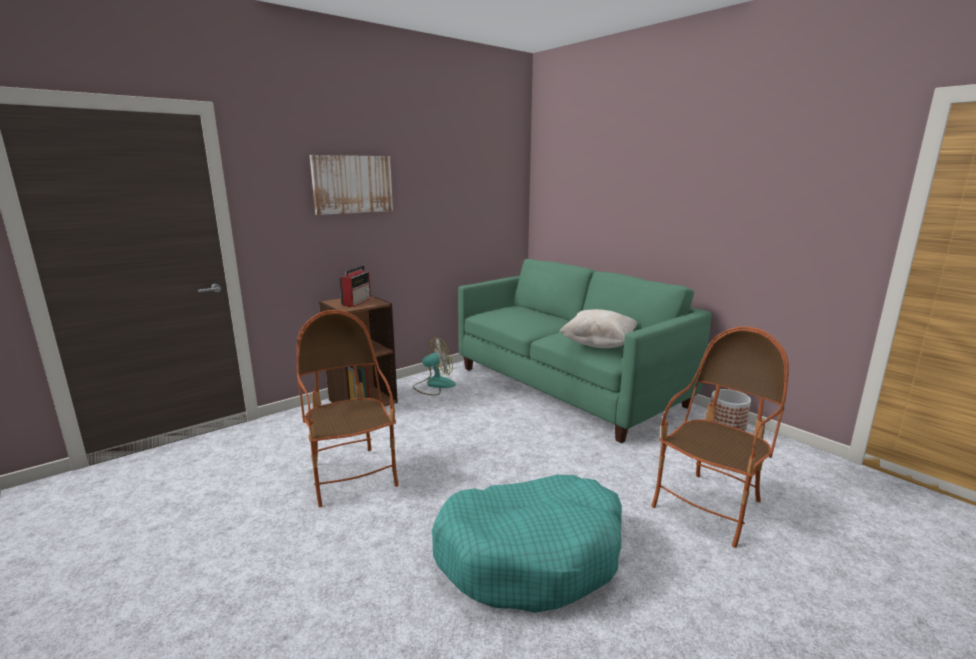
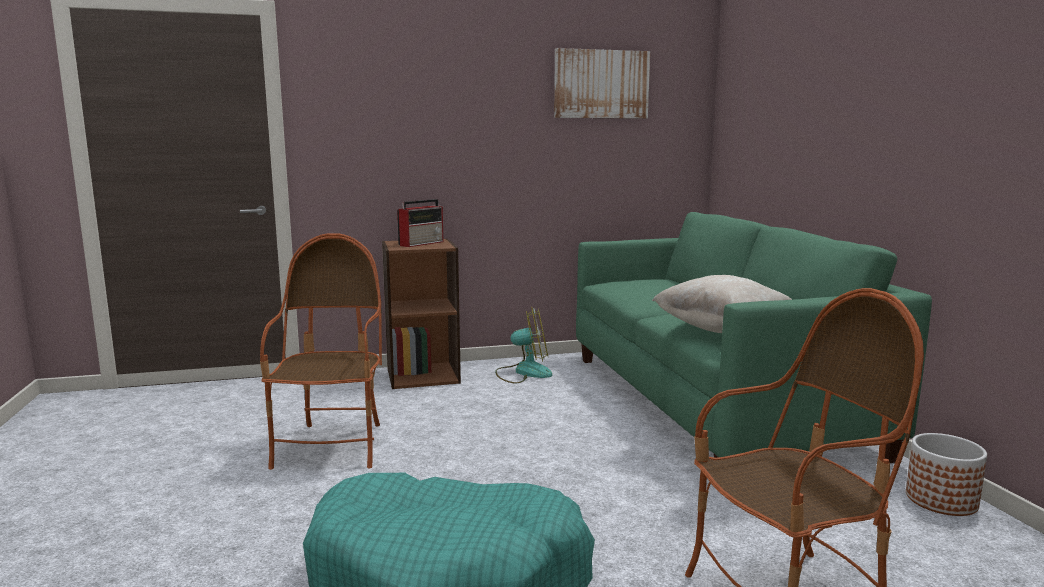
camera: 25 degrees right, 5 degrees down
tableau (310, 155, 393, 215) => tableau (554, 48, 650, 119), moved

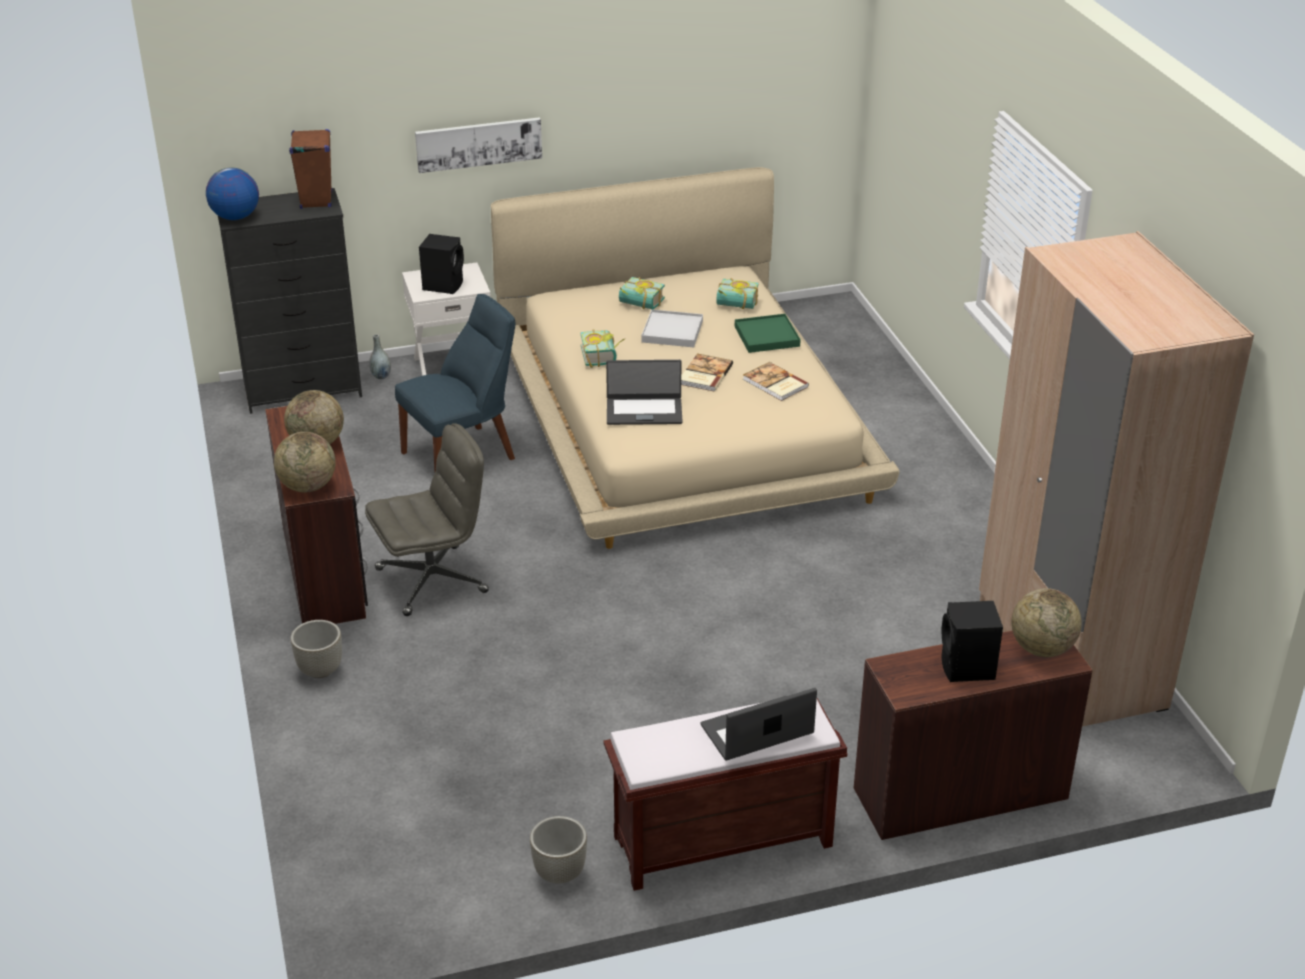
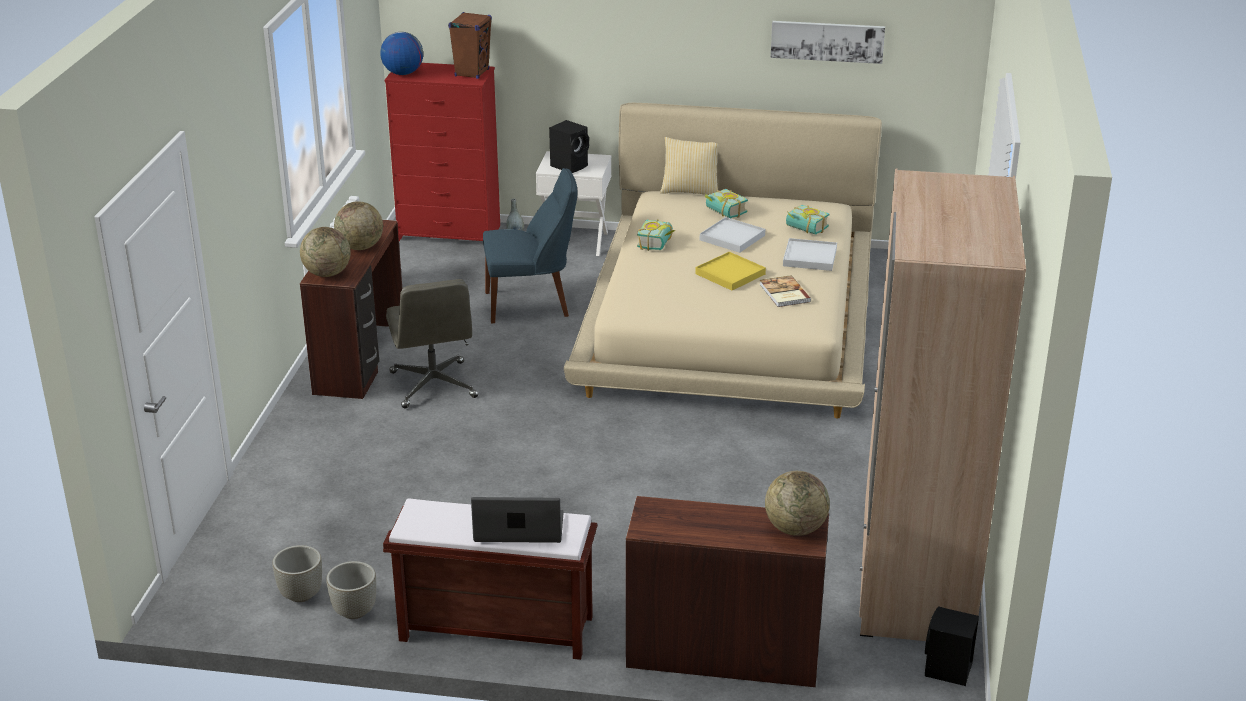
camera: 25 degrees right, 5 degrees down
ordinateur portable (606, 360, 683, 425) => nothing
nothing => coussin (660, 137, 718, 195)
cache-pot [gris] (290, 620, 342, 678) => cache-pot [gris] (272, 545, 322, 602), moved
tableau (415, 117, 542, 173) => tableau (771, 21, 885, 64), moved
enceinte [noir] (942, 601, 1003, 682) => enceinte [noir] (925, 606, 979, 686), moved
livre (681, 353, 733, 391) => plateau [jaune] (695, 252, 766, 291)
commode [noir] (218, 188, 362, 414) => commode [rouge] (385, 63, 500, 241)
plateau [vert] (735, 314, 801, 353) => plateau [blanc] (783, 238, 837, 271)
chaise de bureau [gris] (365, 423, 489, 616) => chaise de bureau [gris] (386, 279, 478, 408), 75 degrees clockwise

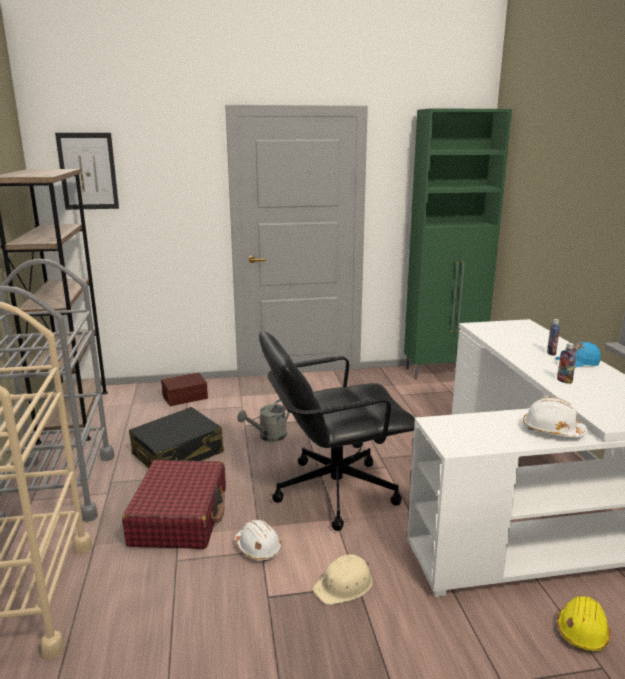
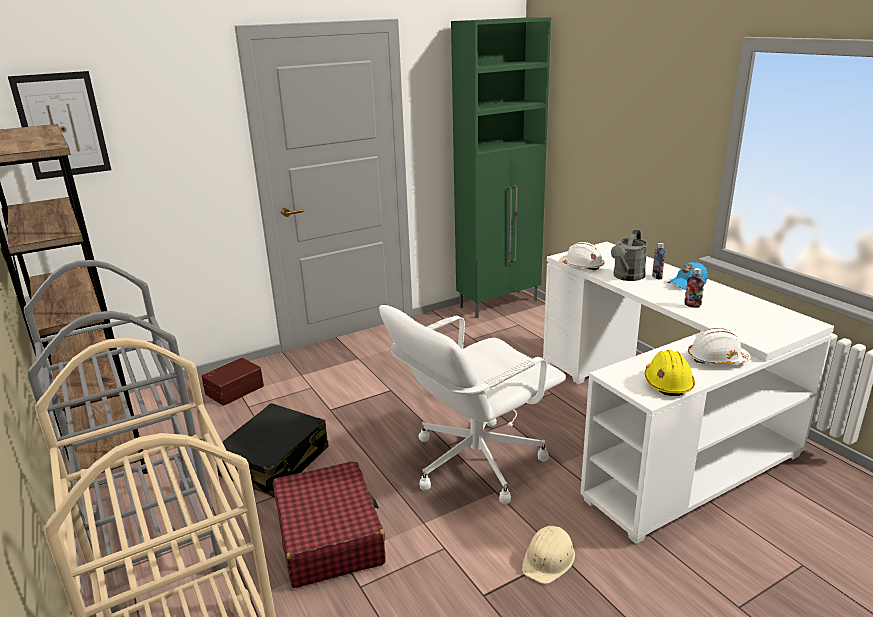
camera: 20 degrees left, 5 degrees up
casque de chantier [blanc] (235, 519, 282, 561) => casque de chantier [blanc] (559, 242, 604, 270), moved
arrosoir [gris] (237, 399, 290, 442) => arrosoir [gris] (611, 230, 647, 281), moved
casque de chantier [jaune] (558, 596, 611, 651) => casque de chantier [jaune] (645, 350, 695, 396), moved
chaise de bureau [noir] (259, 331, 415, 531) => chaise de bureau [blanc] (379, 305, 566, 504)

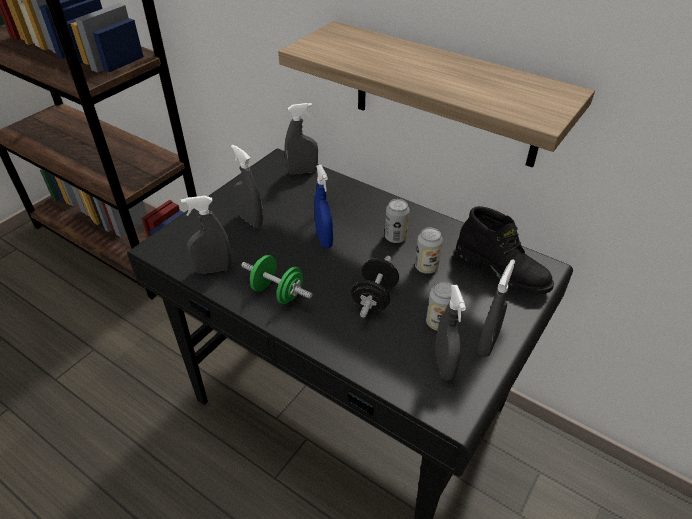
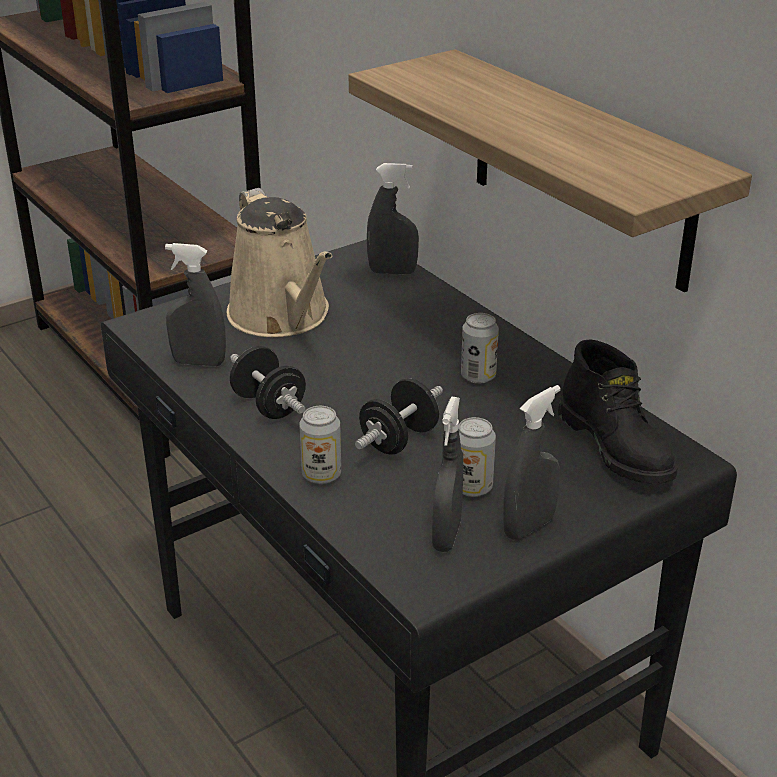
camera: 20 degrees right, 10 degrees down
vaporisateur [bleu] (314, 165, 333, 248) => nothing
boîte métallique (415, 228, 443, 274) => boîte métallique (299, 406, 341, 484), moved
vaporisateur [gris] (231, 144, 263, 228) => arrosoir [beige] (227, 188, 332, 337)
haltère [vert] (241, 255, 313, 304) => haltère [noir] (230, 346, 306, 419)

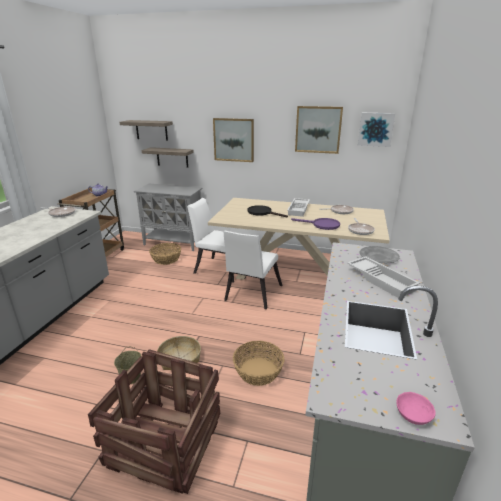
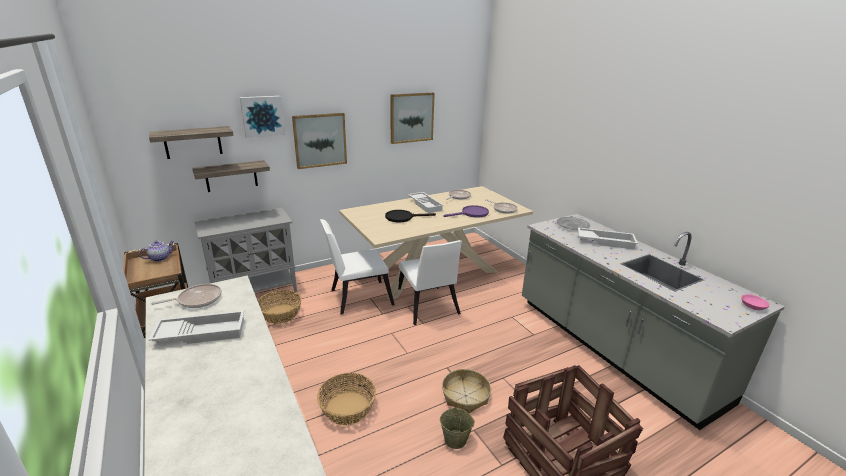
camera: 45 degrees left, 0 degrees up
nothing => plateau [blanc] (149, 310, 244, 344)
panier (233, 341, 285, 386) => panier (317, 373, 376, 425), moved
tableau (358, 113, 395, 147) => tableau (240, 96, 285, 138), moved

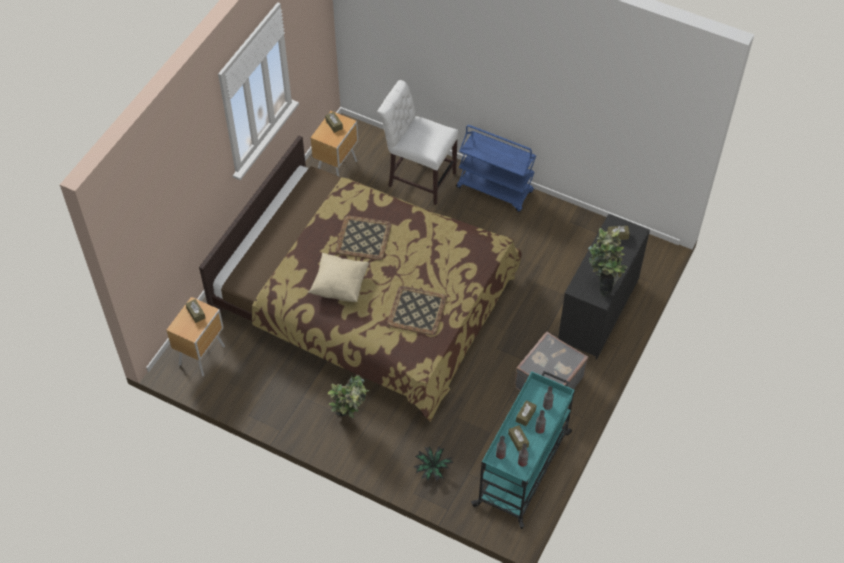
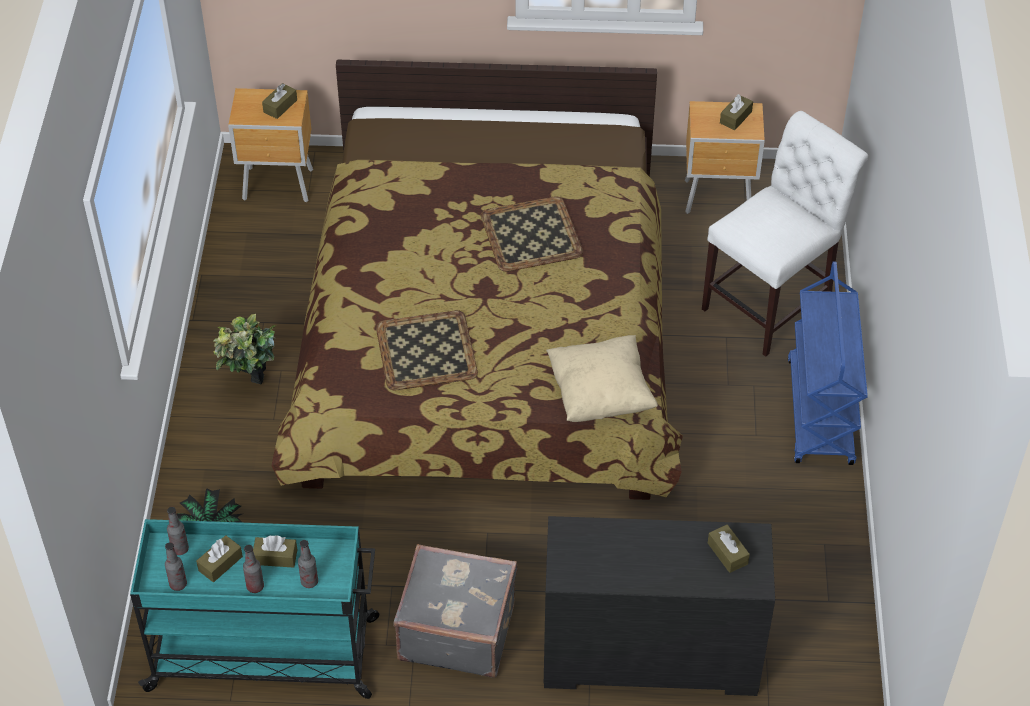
camera: 65 degrees right, 5 degrees down
plante en pot (588, 228, 627, 296) => nothing
coussin [beige] (308, 253, 369, 302) => coussin [beige] (546, 335, 658, 422), moved
chaise [blanc] (378, 80, 459, 205) => chaise [blanc] (702, 111, 868, 357), 45 degrees clockwise

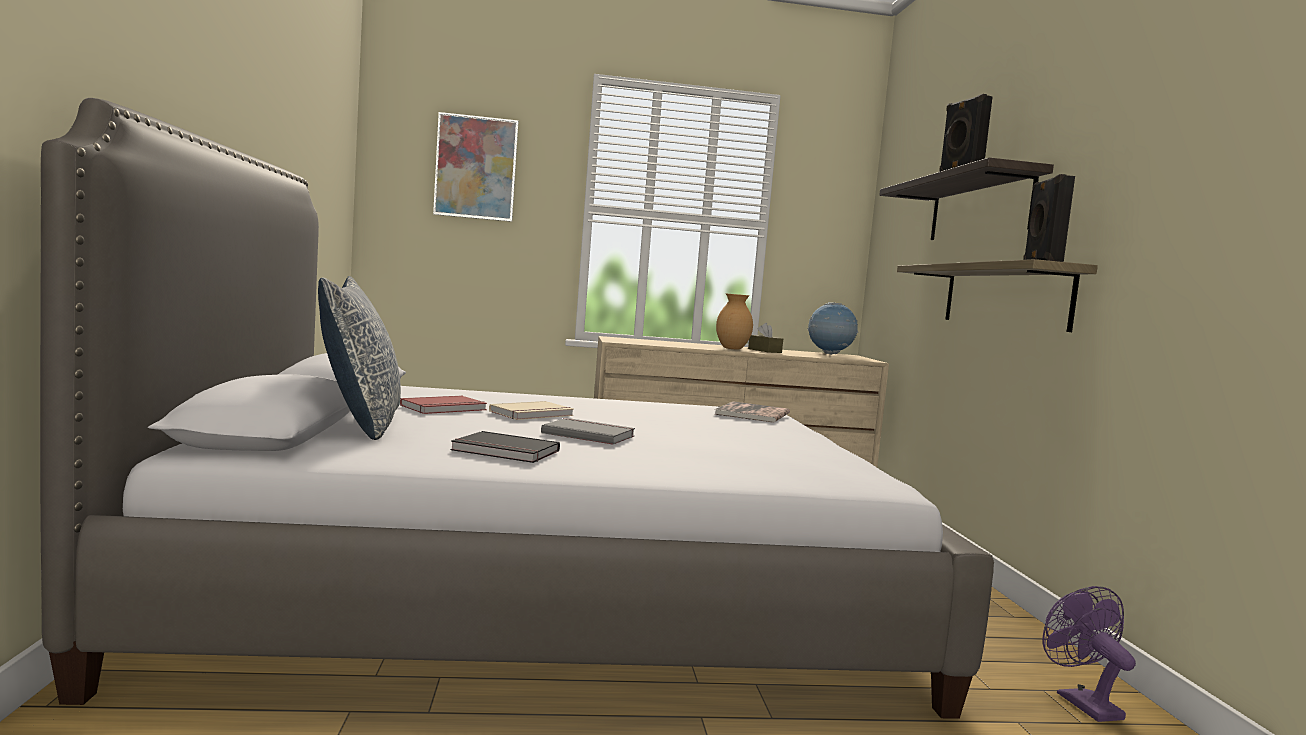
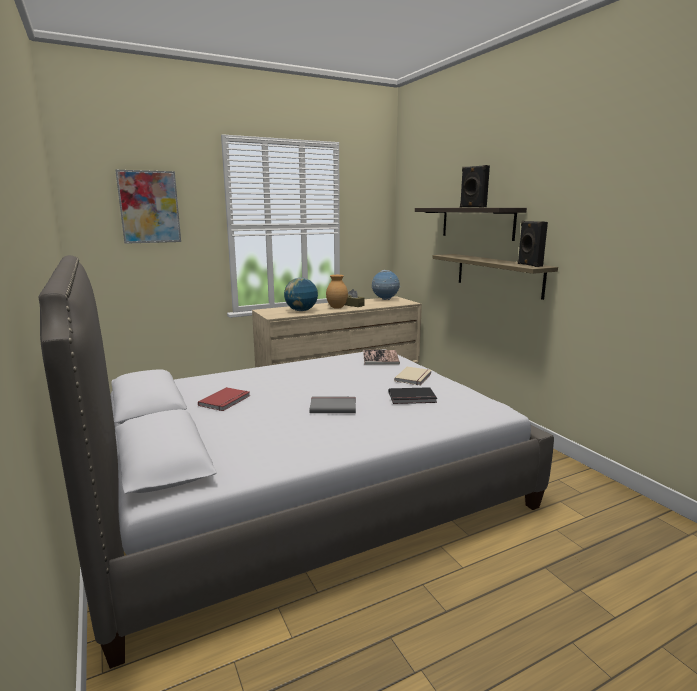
camera: 20 degrees left, 10 degrees up
coussin (318, 276, 401, 440) => nothing
ventilateur [violet] (1042, 586, 1136, 722) => nothing
nothing => globe (284, 278, 318, 311)
livre [noir] (451, 431, 560, 463) => livre [noir] (389, 387, 437, 404), moved
livre [beige] (489, 401, 574, 420) => livre [beige] (394, 367, 432, 385), moved

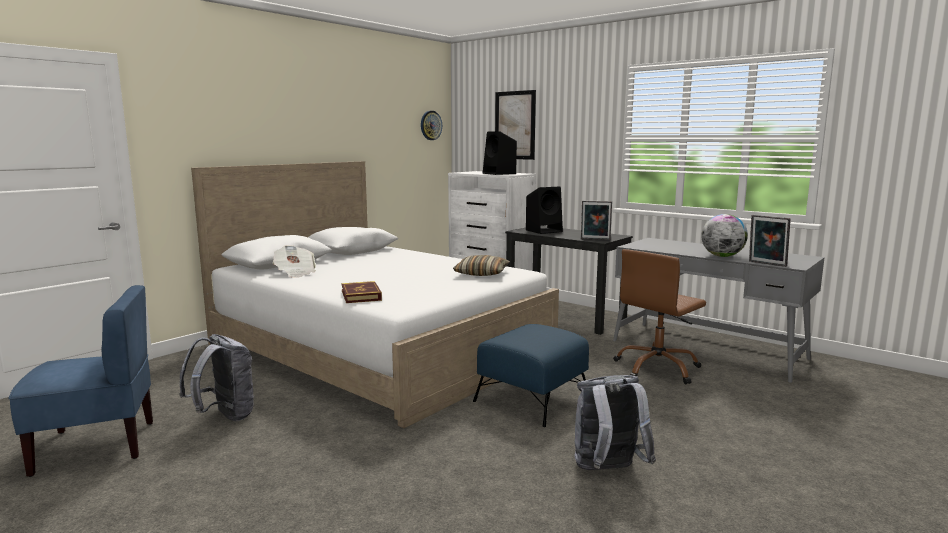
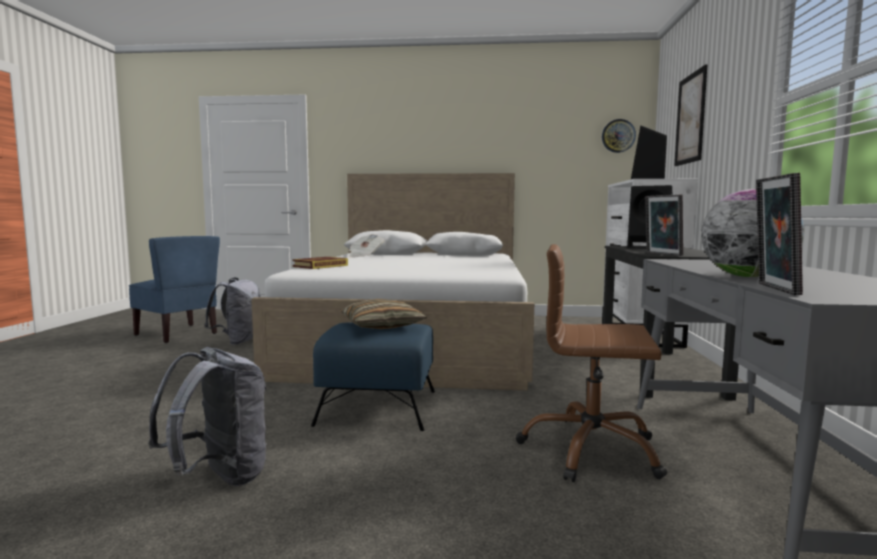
camera: 55 degrees right, 5 degrees down
coussin (453, 255, 510, 276) => coussin (340, 299, 427, 329), moved

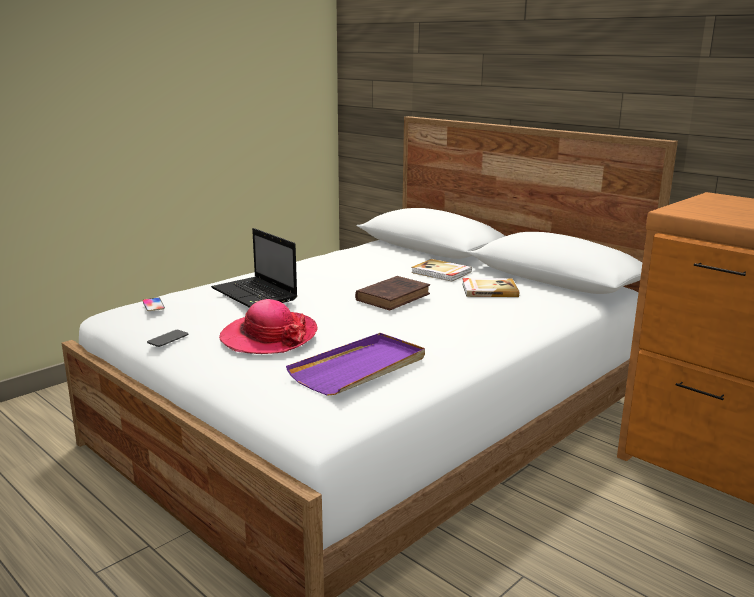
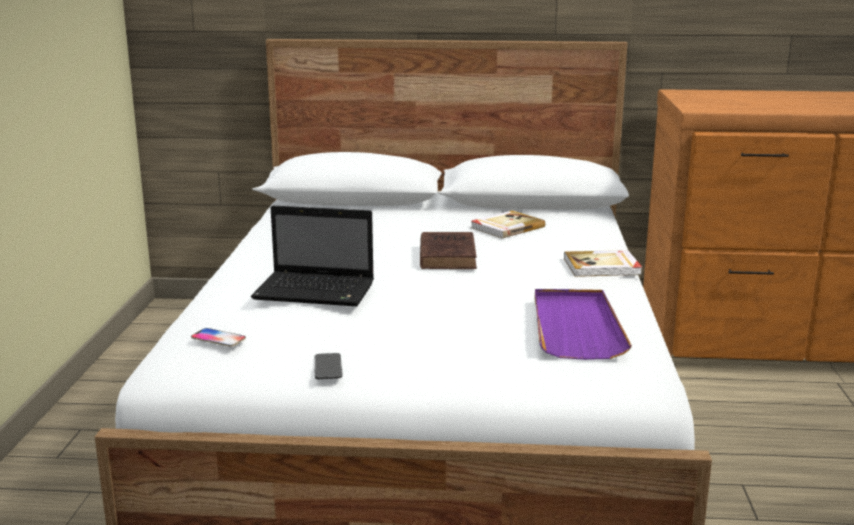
camera: 40 degrees left, 0 degrees up
chapeau (219, 299, 317, 354) => nothing
livre (411, 259, 472, 282) => livre (564, 250, 642, 277), moved

